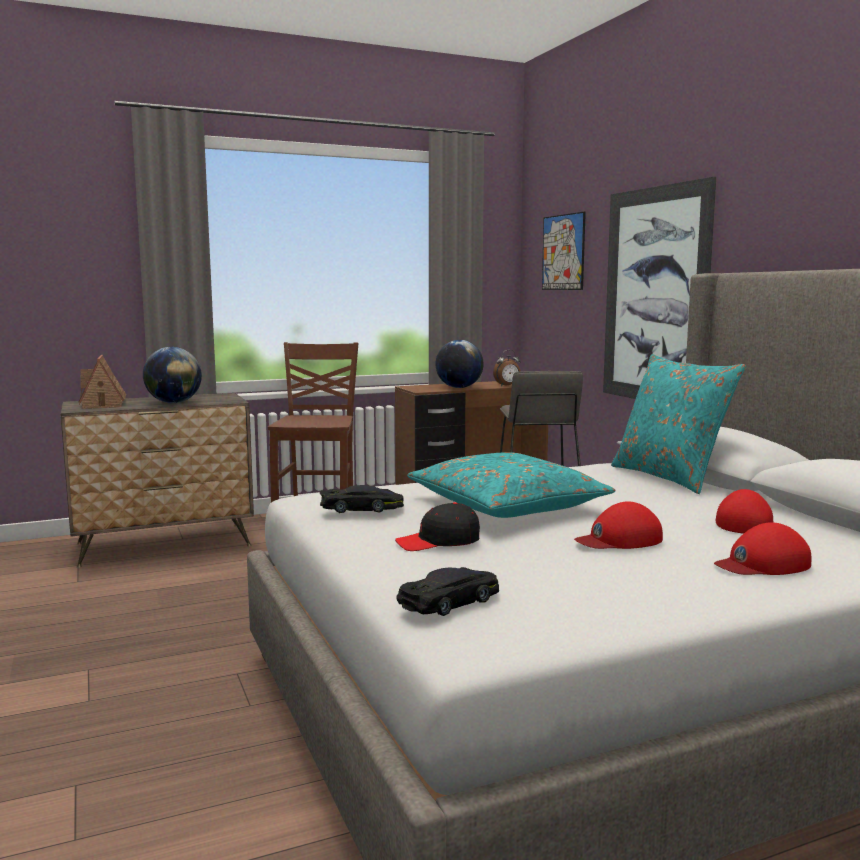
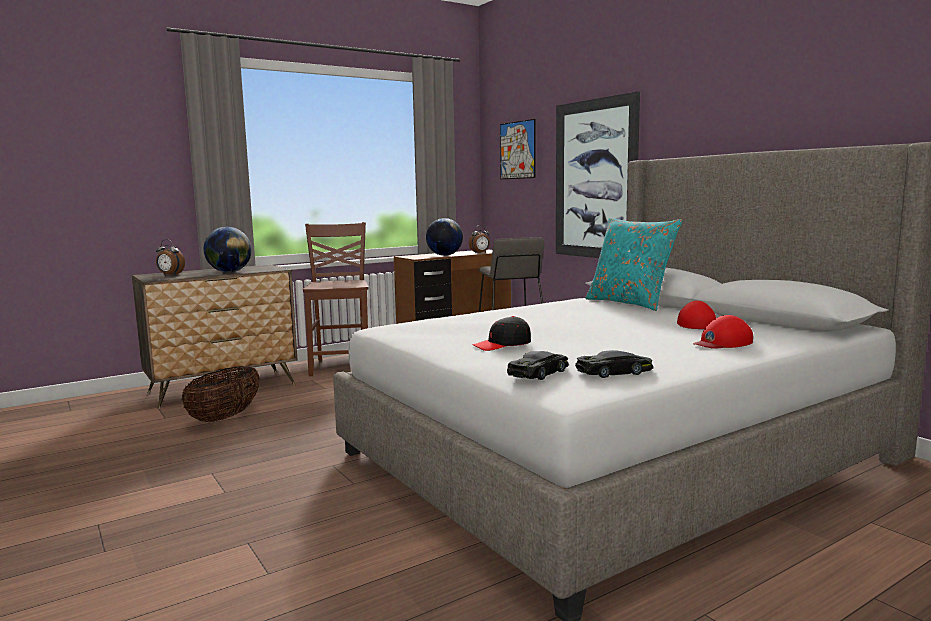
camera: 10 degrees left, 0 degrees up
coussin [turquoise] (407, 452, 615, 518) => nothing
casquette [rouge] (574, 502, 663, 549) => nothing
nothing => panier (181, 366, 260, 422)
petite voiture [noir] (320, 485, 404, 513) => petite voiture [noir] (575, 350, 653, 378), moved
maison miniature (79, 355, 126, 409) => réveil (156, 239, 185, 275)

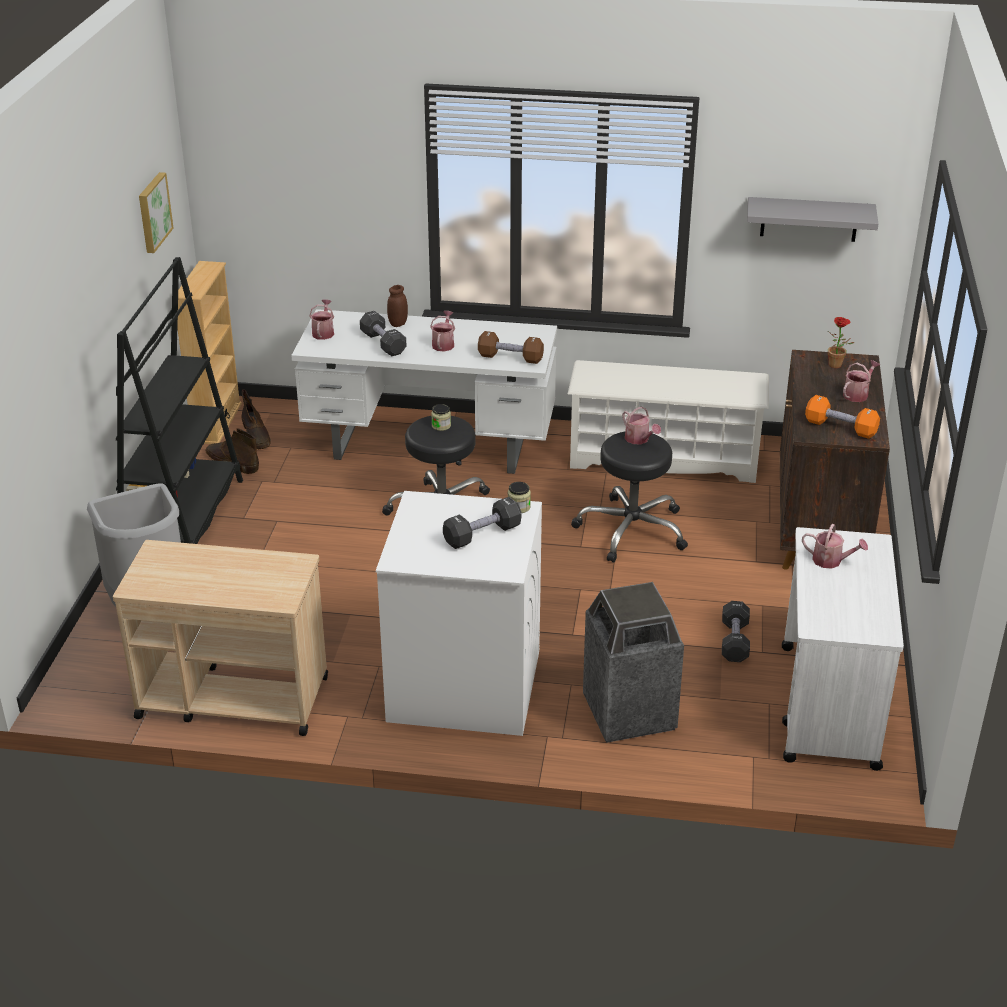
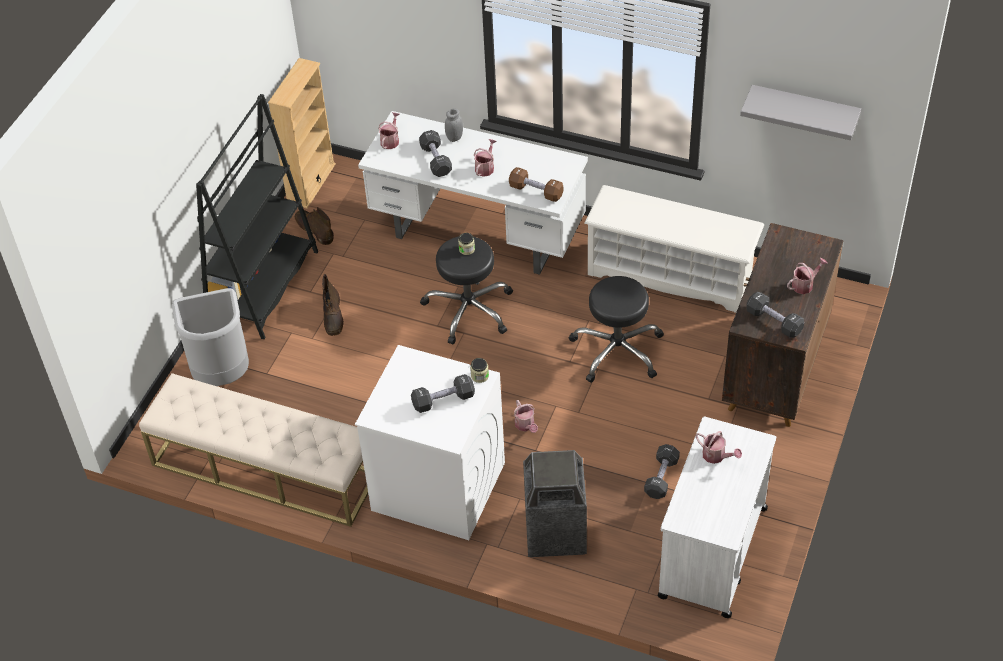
camera: 15 degrees right, 15 degrees up
tableau (139, 172, 174, 253) => nothing
plante en pot (828, 317, 854, 368) => nothing
botte [marron] (241, 389, 271, 449) => botte [marron] (322, 274, 344, 336), moved
arrosoir (622, 407, 661, 444) => arrosoir (514, 400, 538, 433), moved
chariot [beige] (113, 540, 328, 736) => banc [beige] (139, 373, 368, 527)
bocal [marron] (387, 285, 408, 327) => bocal [gris] (445, 108, 463, 142)
haltère [orange] (805, 395, 880, 439) => haltère [noir] (746, 292, 804, 338)

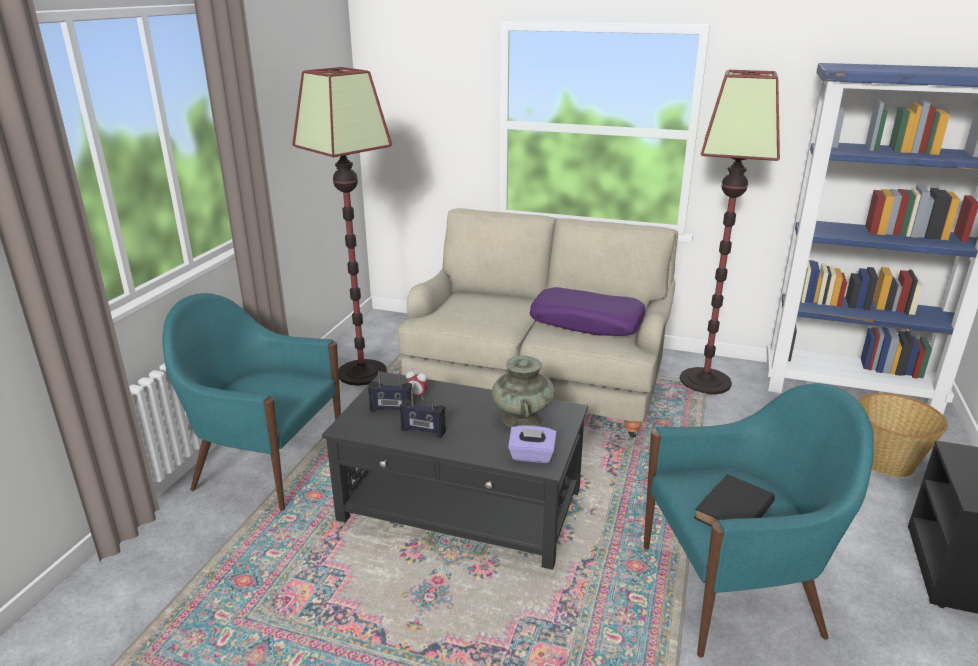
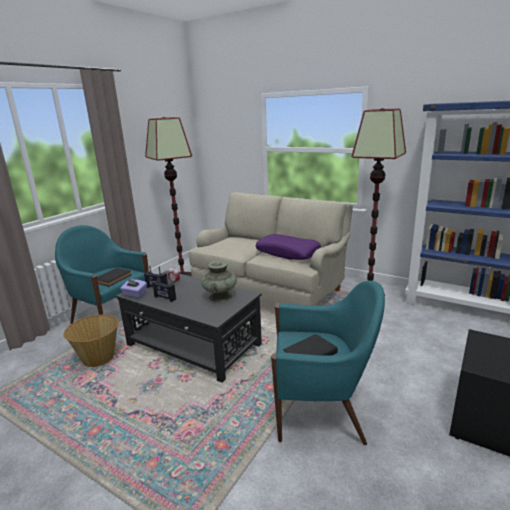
camera: 15 degrees right, 5 degrees down
nothing => livre [noir] (97, 268, 132, 287)
boîte à mouchoirs [violet] (508, 425, 557, 463) => boîte à mouchoirs [violet] (120, 279, 147, 298), moved
panier (857, 393, 948, 477) => panier (64, 315, 119, 367), moved

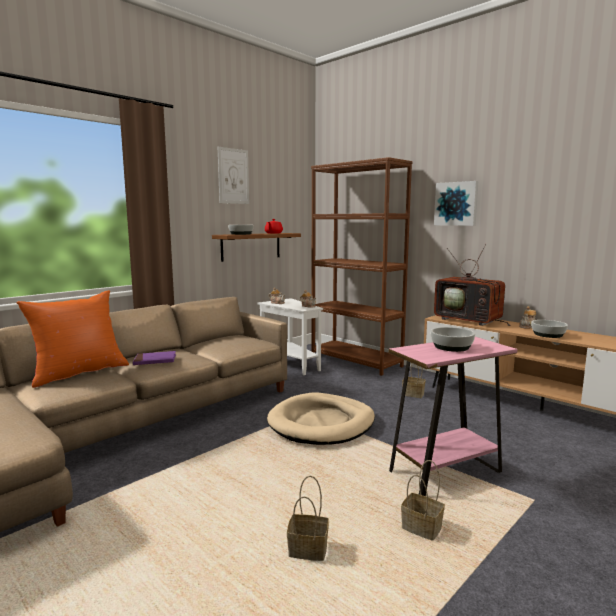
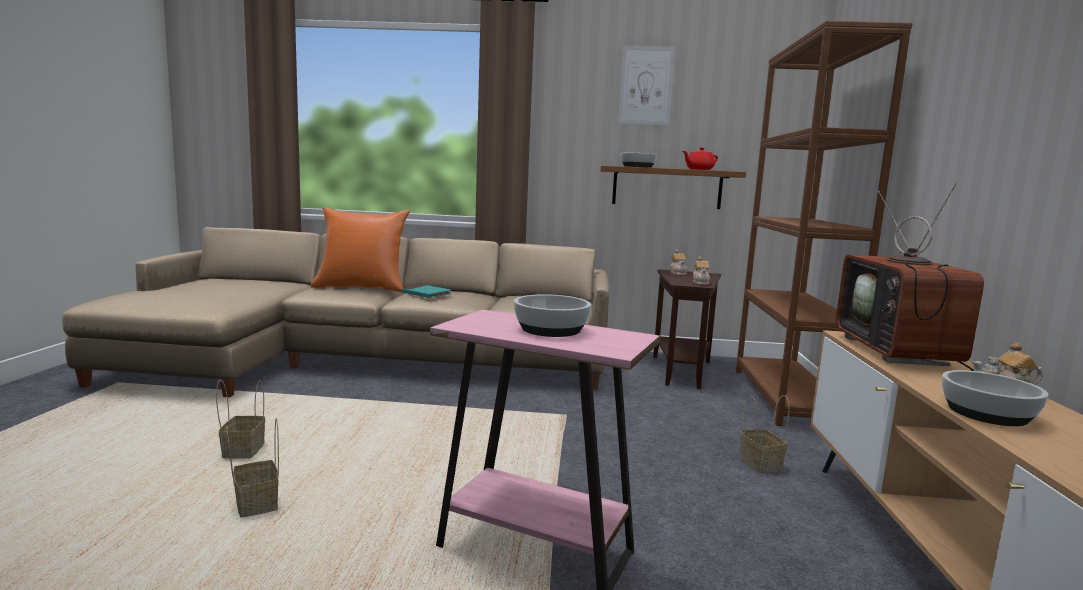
camera: 50 degrees right, 0 degrees up
panier pour chien [beige] (267, 392, 375, 445) => nothing
tableau (434, 181, 478, 226) => nothing
panier (401, 460, 445, 541) => panier (216, 380, 265, 459), moved
livre [violet] (133, 351, 176, 365) => livre [turquoise] (401, 285, 452, 298)
table d'appoint [blanc] (258, 298, 323, 375) => table d'appoint [marron] (653, 269, 721, 389)

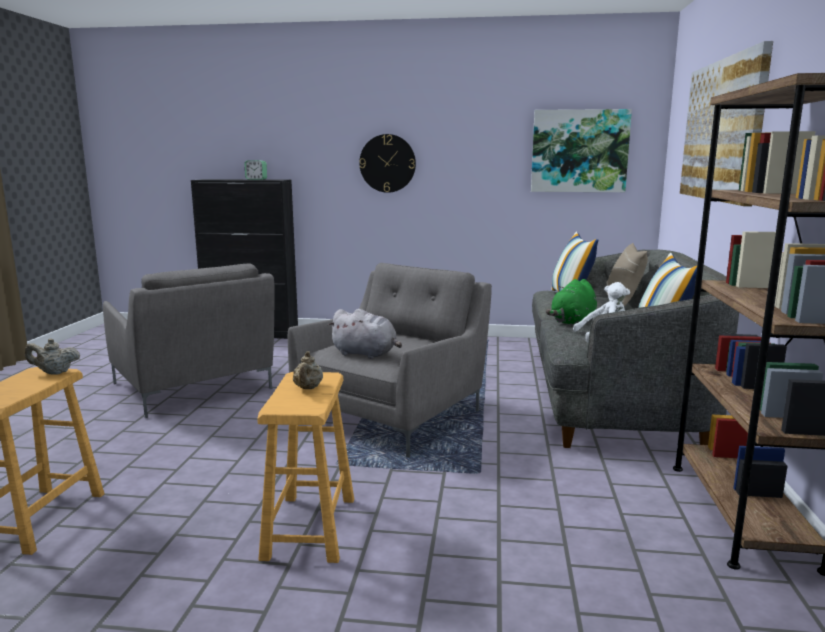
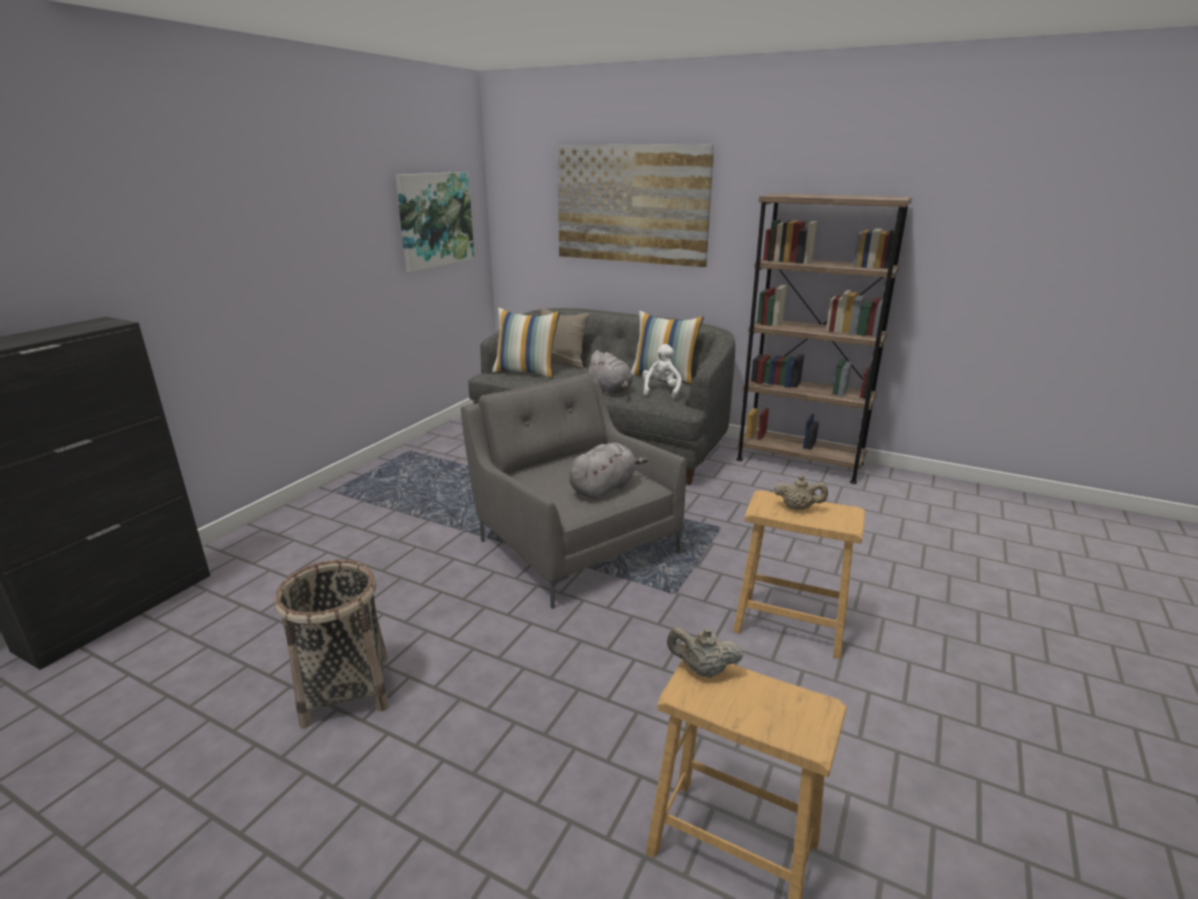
camera: 70 degrees left, 10 degrees up
réveil (245, 160, 267, 180) => nothing
horloge murale (359, 134, 416, 193) => nothing
fauteuil [gris] (103, 263, 275, 418) => panier (274, 560, 389, 728)
peluche [vert] (546, 279, 597, 324) => peluche [gris] (586, 350, 633, 394)
théière [beige] (25, 338, 80, 375) => théière [beige] (667, 627, 743, 678), 90 degrees clockwise

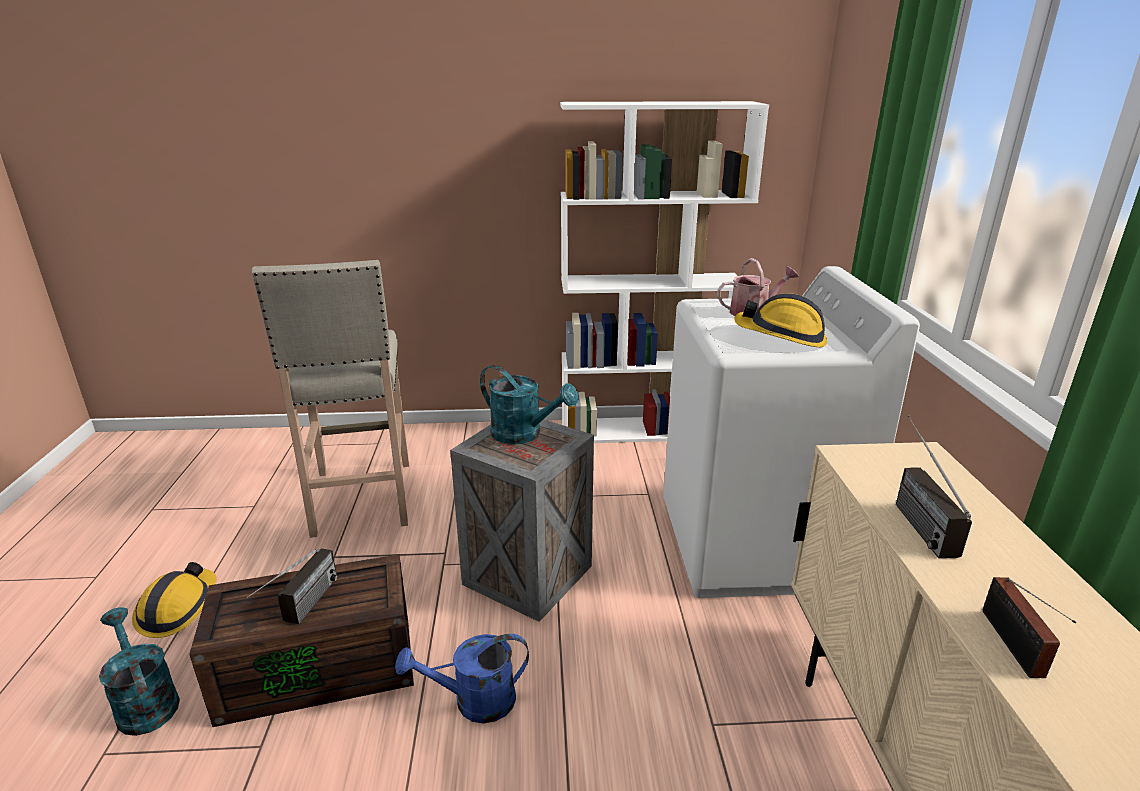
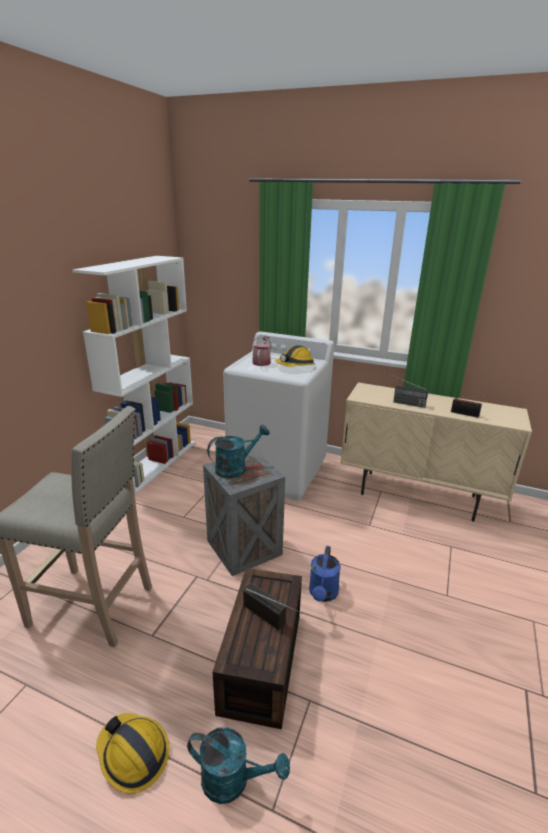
camera: 65 degrees left, 0 degrees up
arrosoir [turquoise] (99, 607, 180, 736) => arrosoir [turquoise] (187, 727, 290, 804), 150 degrees counterclockwise

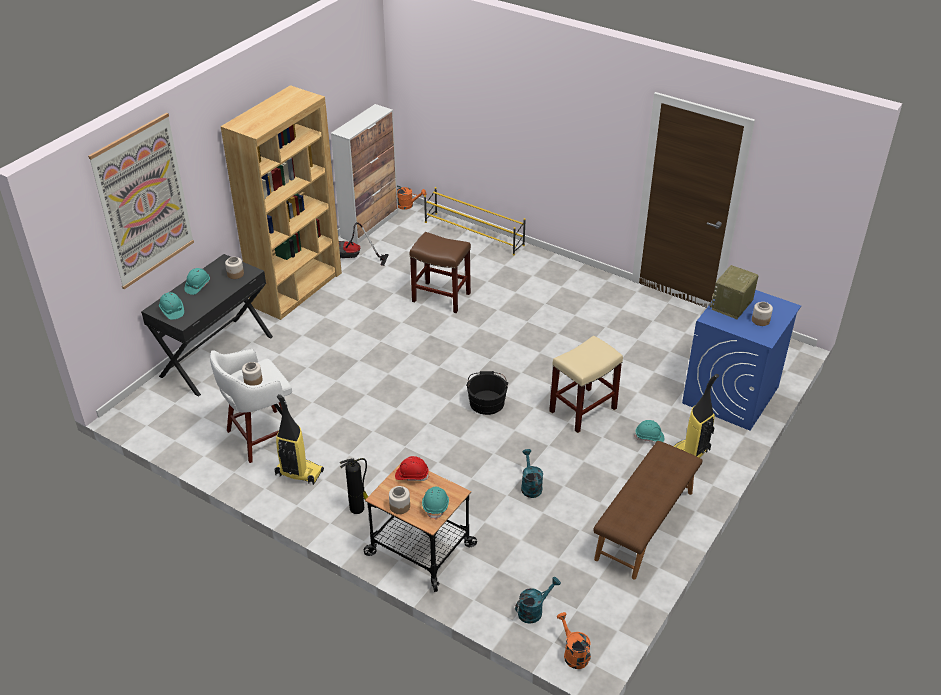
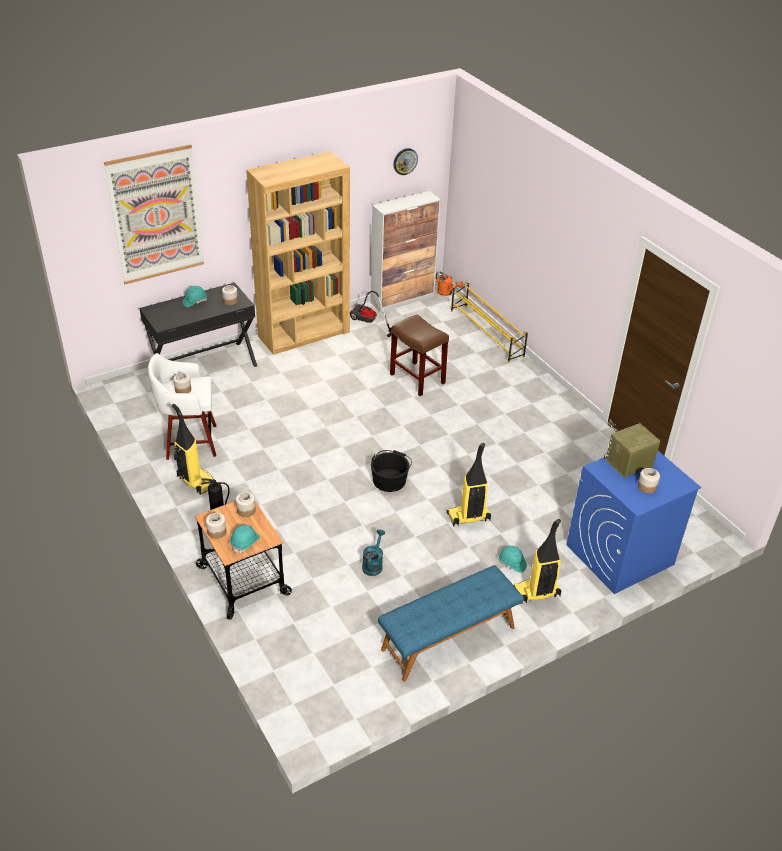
camera: 25 degrees right, 0 degrees up
casque de chantier [turquoise] (159, 292, 184, 320) => nothing
arrosoir [turquoise] (515, 577, 561, 624) => nothing
arrosoir [orange] (557, 612, 591, 669) => nothing
nothing => horloge murale (393, 148, 418, 175)
casque de chantier [rouge] (395, 456, 429, 481) => bocal (236, 492, 256, 517)
tabouret [beige] (549, 336, 623, 433) => aspirateur (447, 443, 491, 526)
banc [marron] (594, 441, 702, 579) => banc [bleu] (378, 565, 524, 681)

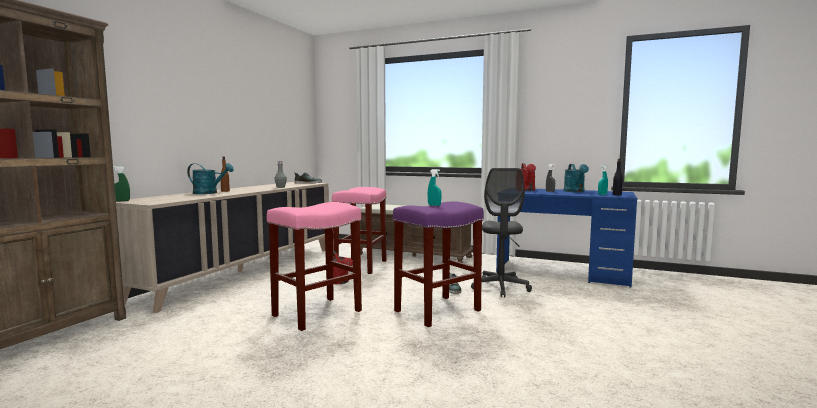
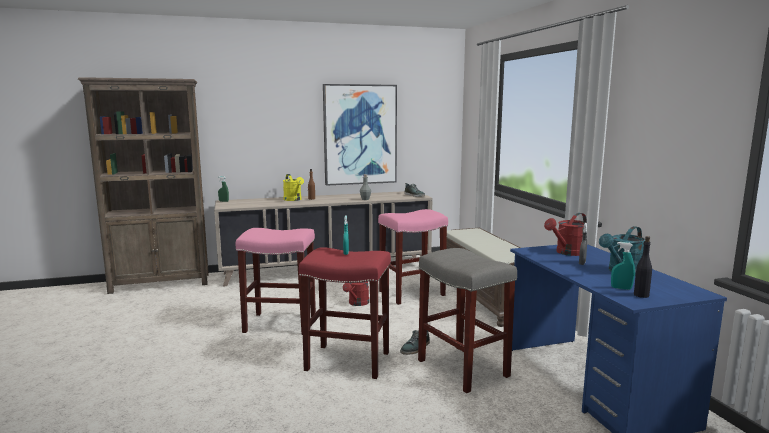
camera: 50 degrees right, 5 degrees up
nothing => tableau (323, 84, 397, 186)
chaise de bureau [gris] (471, 168, 532, 297) => tabouret [gris] (418, 248, 517, 393)
arrosoir [turquoise] (187, 163, 234, 194) => arrosoir [jaune] (283, 174, 304, 201)
tabouret [violet] (393, 201, 484, 327) => tabouret [rouge] (299, 247, 391, 379)

